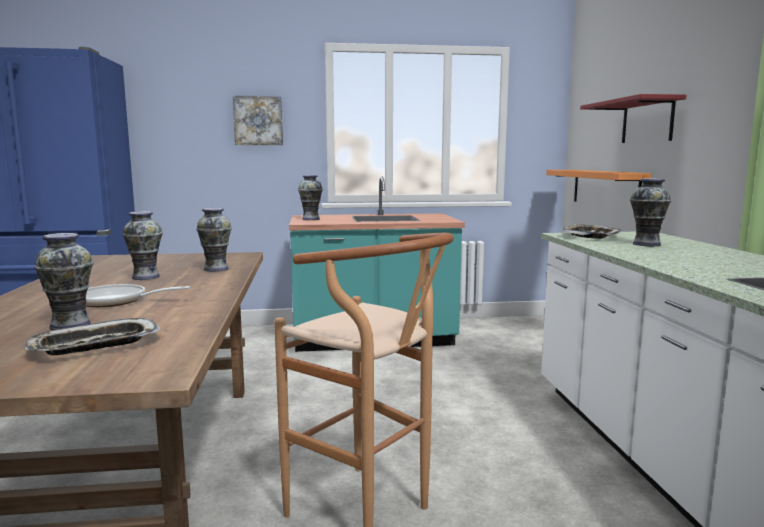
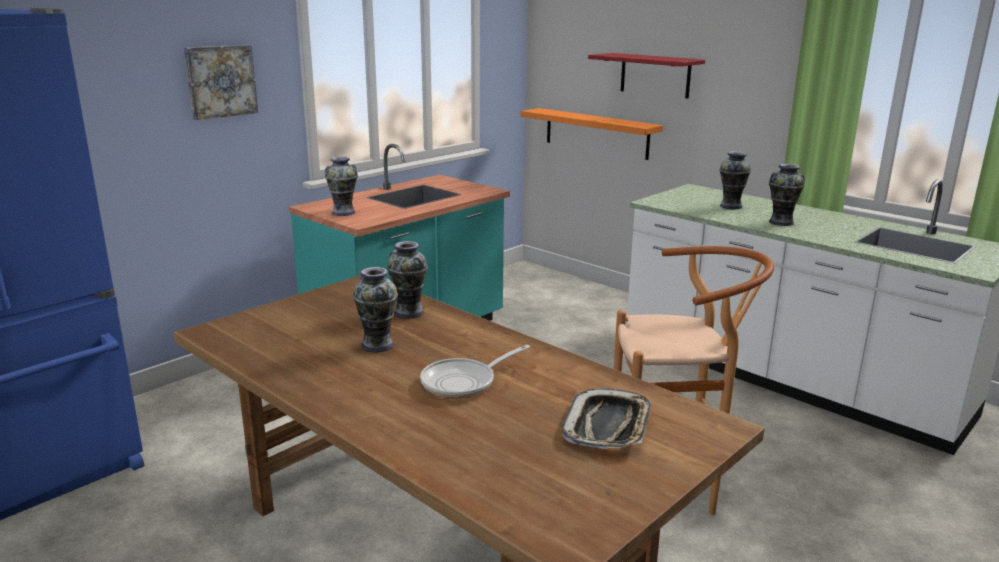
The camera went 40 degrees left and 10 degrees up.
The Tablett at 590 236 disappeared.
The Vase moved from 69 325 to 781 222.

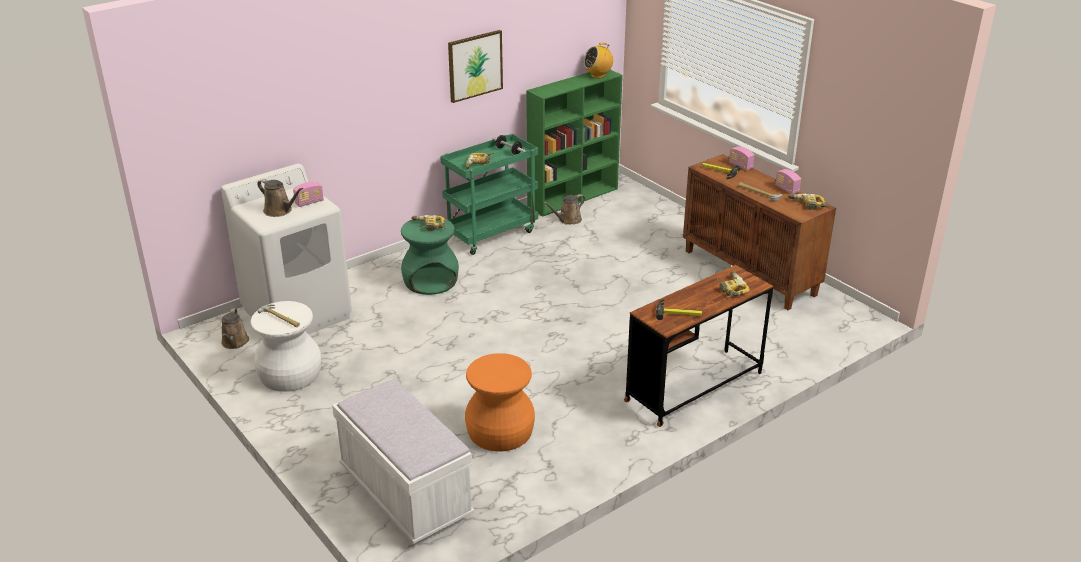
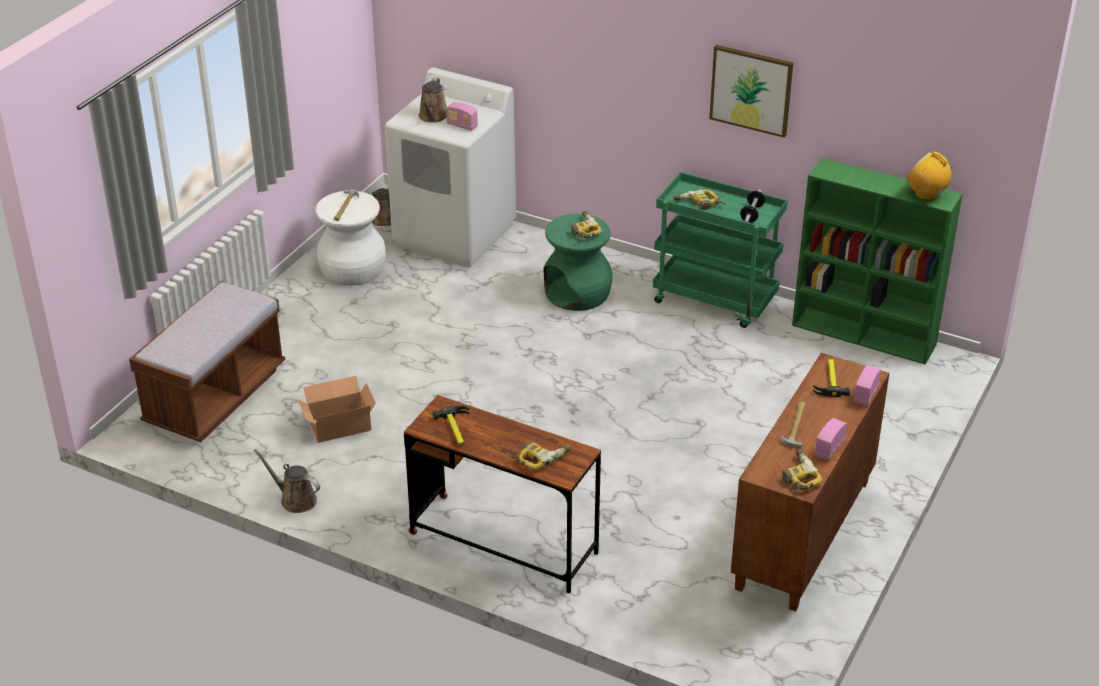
The camera went 65 degrees right and 5 degrees up.
The Gießkanne/braun moved from 568 220 to 295 499.
The Hocker/orange at 499 432 was replaced by the Karton at 338 424.
The Bank/weiß at 405 494 became the Bank/braun at 215 397.

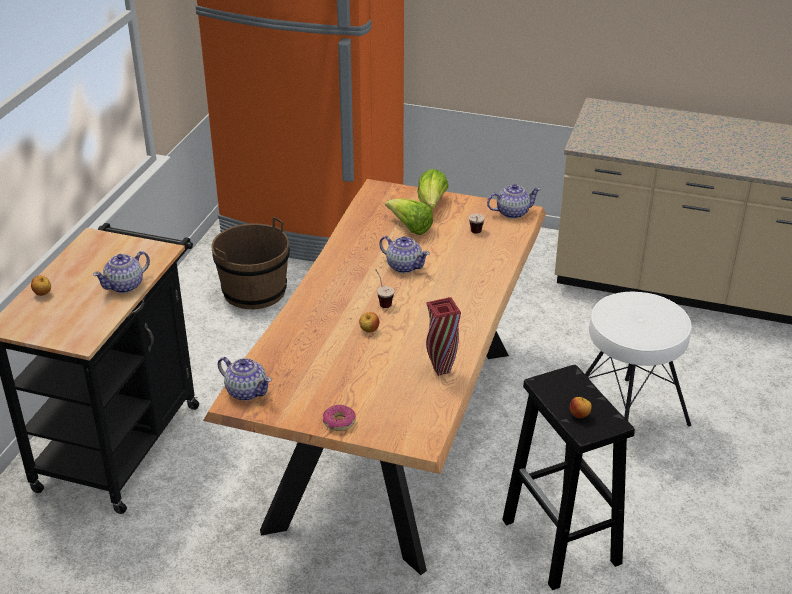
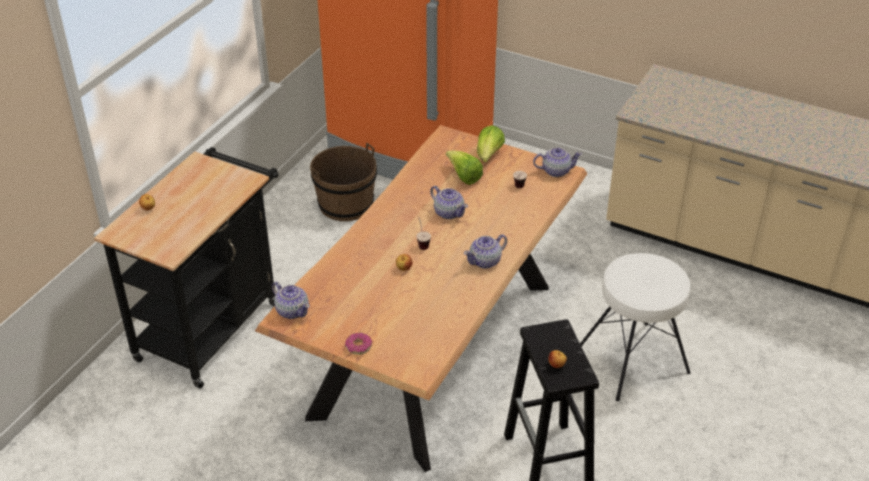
The camera went 10 degrees right and 5 degrees up.
The Teekanne moved from 125 286 to 485 261.
The Vase/rot at 441 370 disappeared.

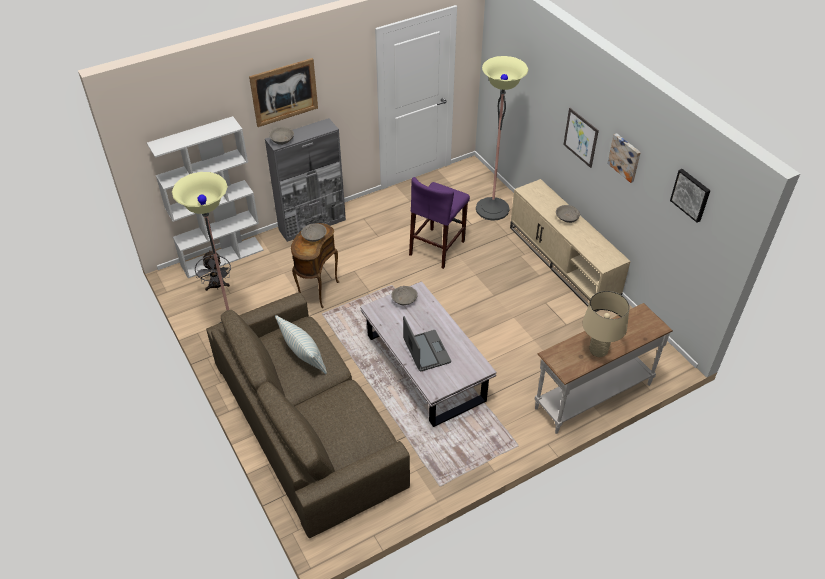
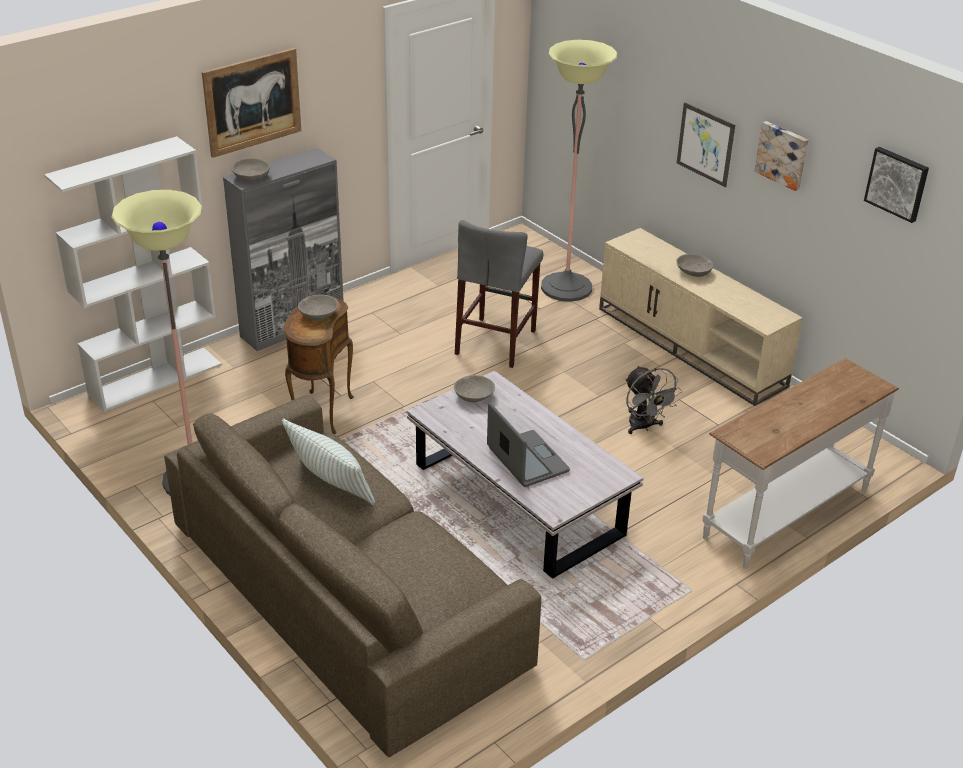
The camera went 10 degrees left and 10 degrees down.
The Hocker/lila at 437 248 became the Hocker/grau at 496 342.
The Ventilator/grau moved from 217 286 to 644 427.
The Tischlampe/beige at 598 350 disappeared.

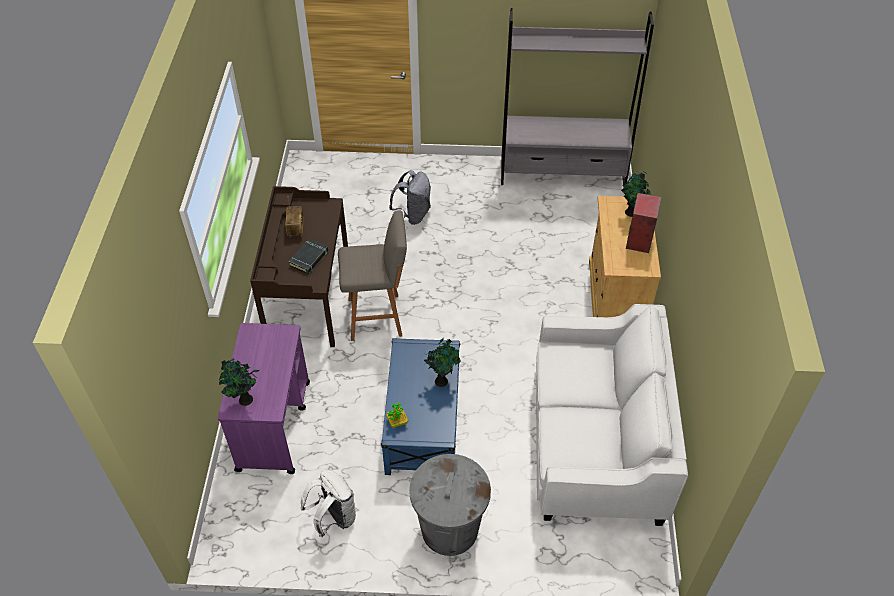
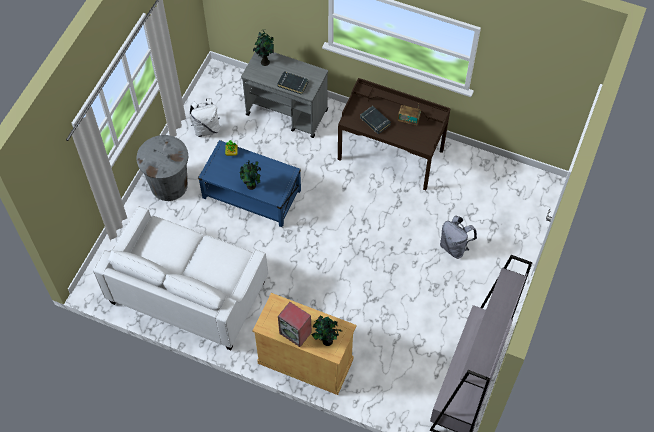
The camera went 110 degrees right and 10 degrees up.
The Hocker/grau at 377 317 disappeared.
The Rollwagen/lila at 274 424 became the Rollwagen/grau at 287 113.
The Buch/schwarz at 293 84 appeared.

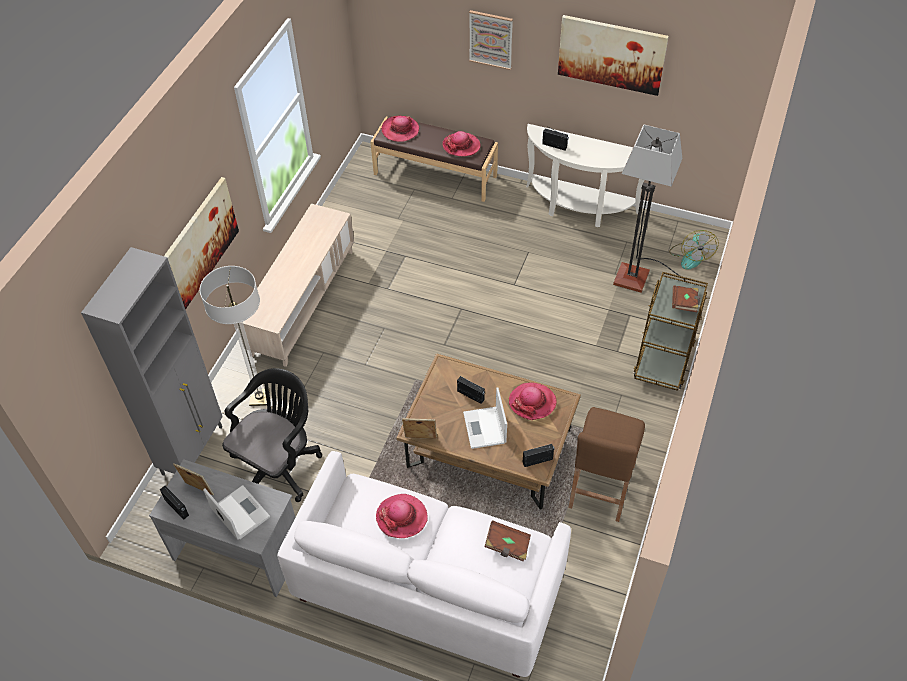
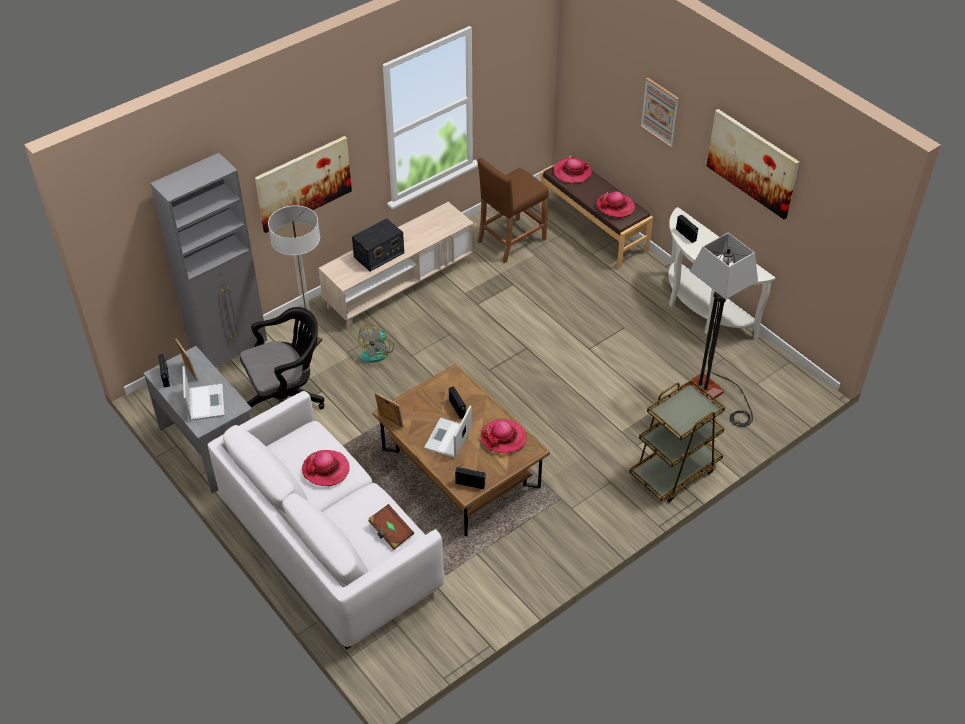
The camera went 30 degrees right and 5 degrees down.
The Ventilator moved from 690 256 to 377 352.
The Buch/braun at 684 304 disappeared.
The Hocker/braun moved from 601 486 to 511 240.
The Radio at 378 255 appeared.

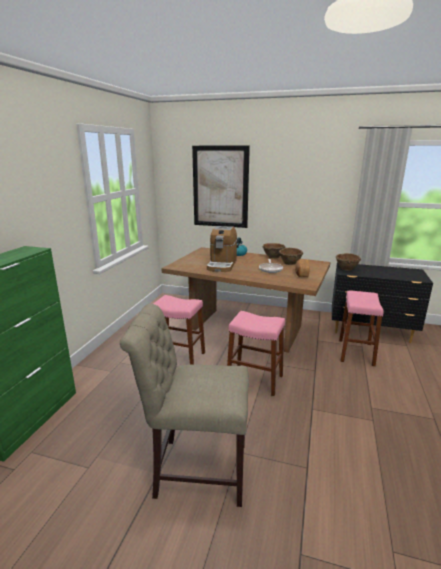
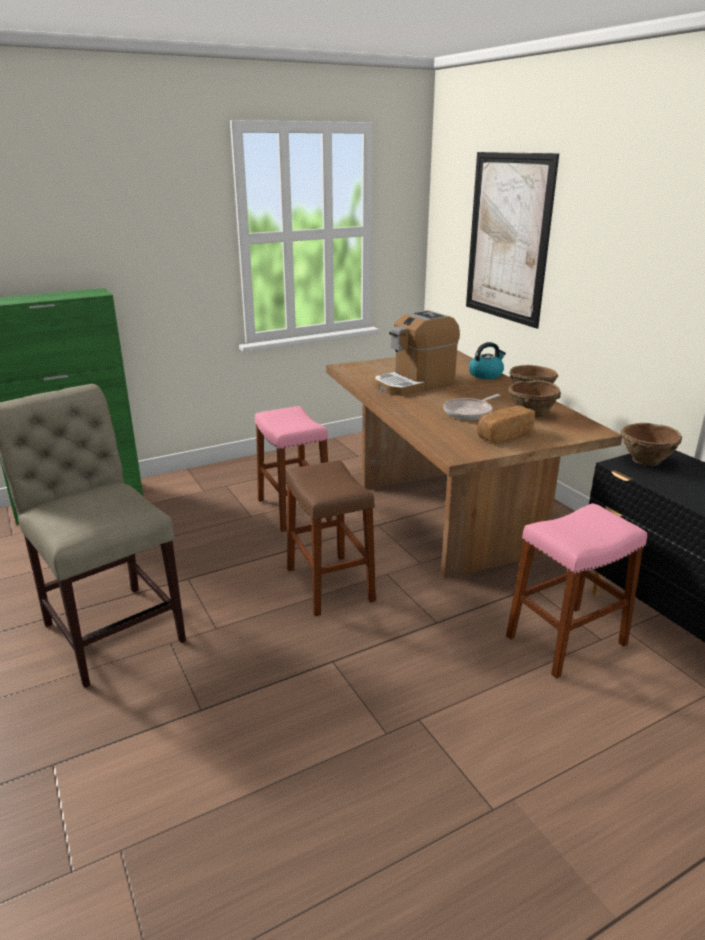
The camera went 45 degrees right and 5 degrees up.
The Hocker/rosa at 254 379 became the Hocker/braun at 329 584.

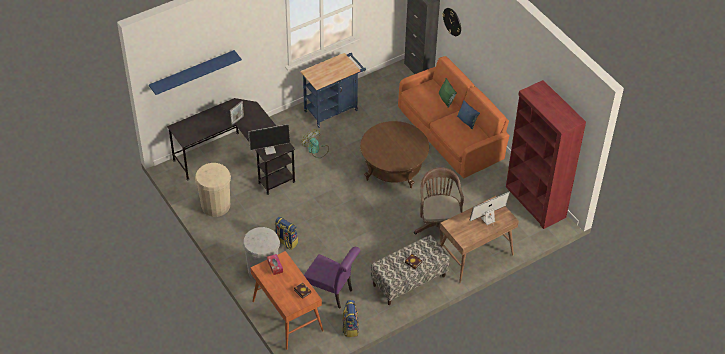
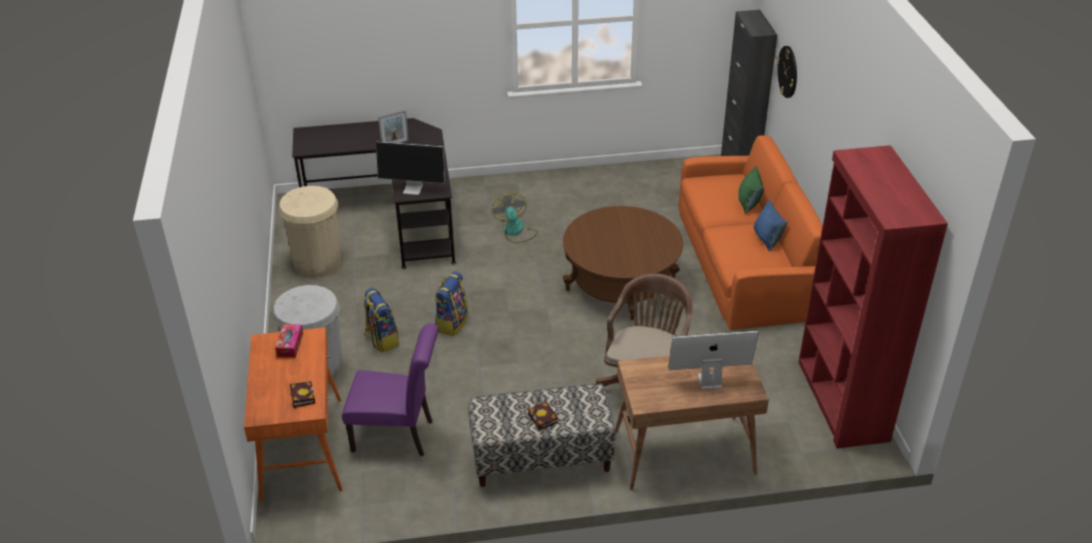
The camera went 25 degrees right and 10 degrees down.
The Wandregal/blau at 192 73 disappeared.
The Rollwagen/blau at 333 109 disappeared.
The Stuhl/lila at 331 293 turned 45 degrees counterclockwise.
The Rucksack moved from 350 327 to 451 323.

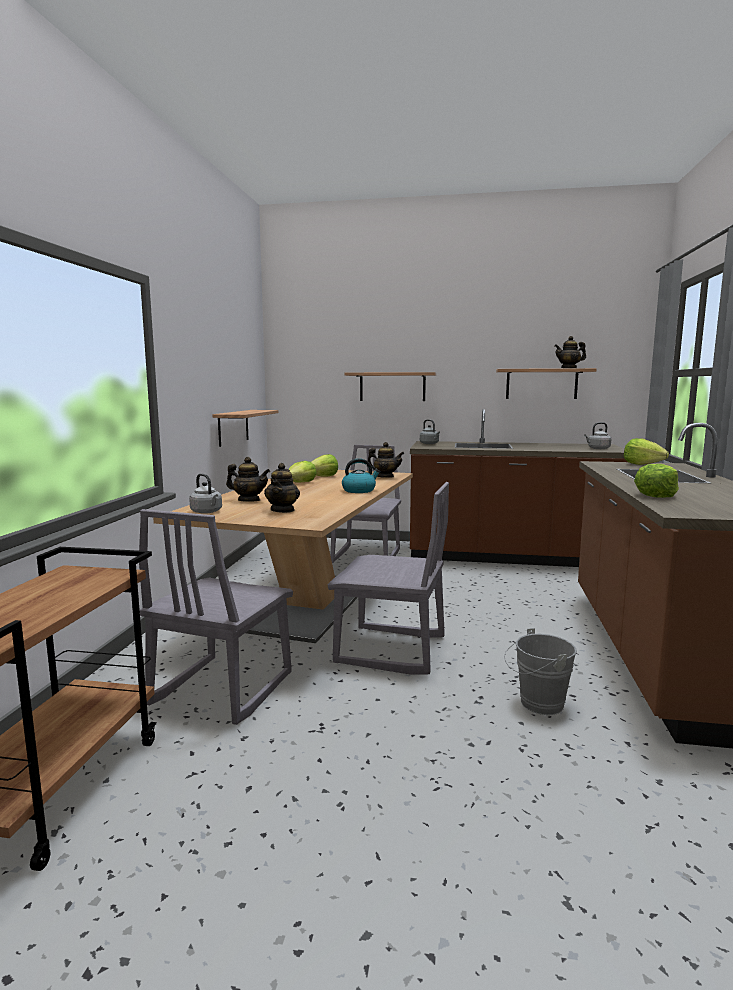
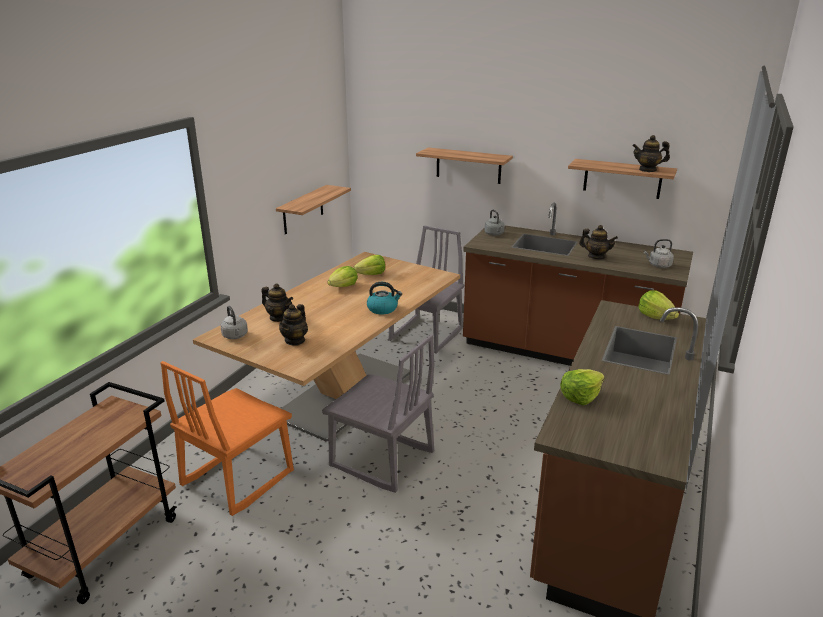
The camera went 15 degrees right and 15 degrees up.
The Teekanne moved from 385 477 to 596 257.
The Stuhl/grau at 221 689 became the Stuhl/orange at 237 478.
The Eimer/grau at 537 704 disappeared.

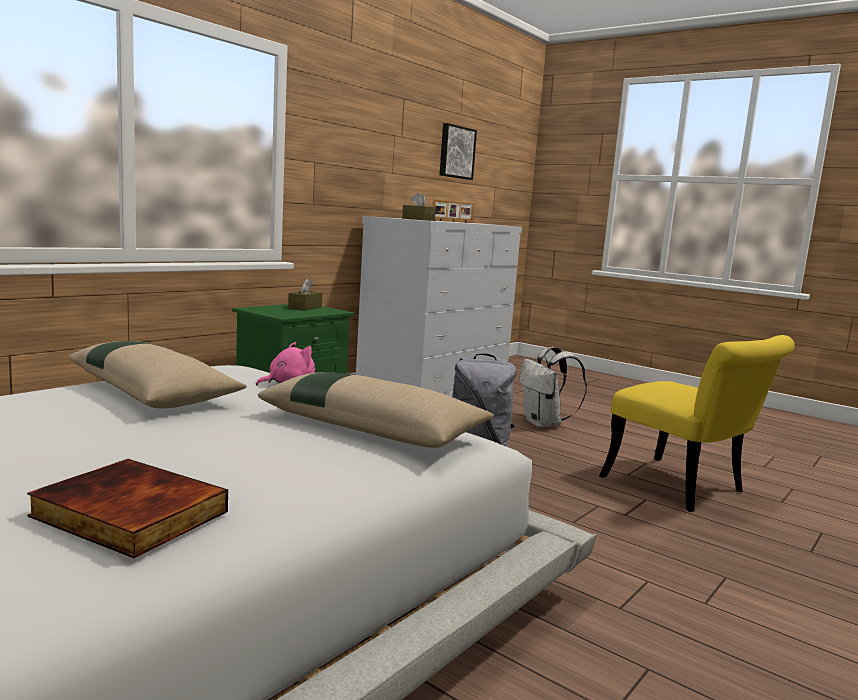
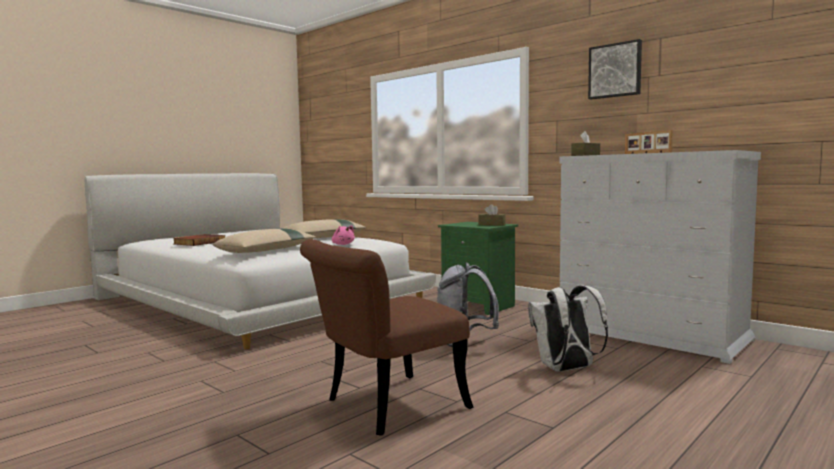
The camera went 95 degrees right and 5 degrees down.
The Bild moved from 456 152 to 615 70.
The Stuhl/gelb at 685 489 became the Stuhl/braun at 384 407.

